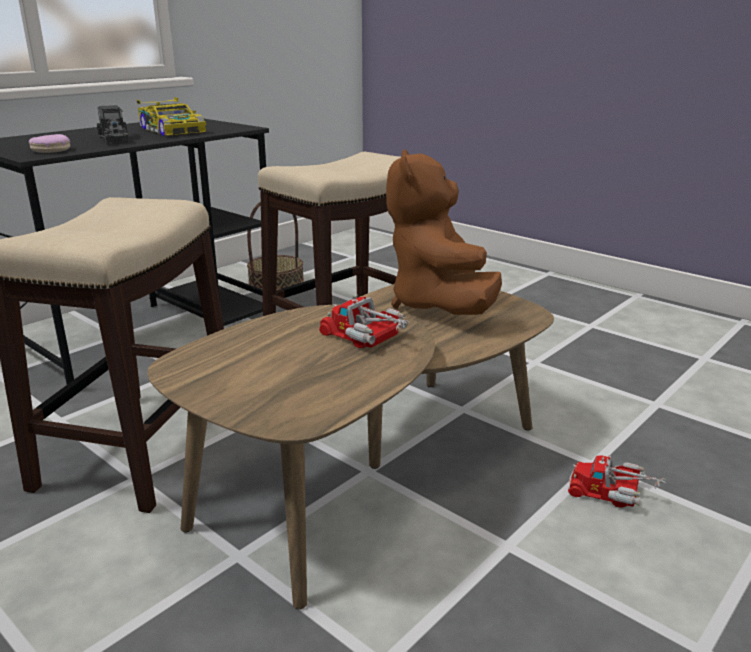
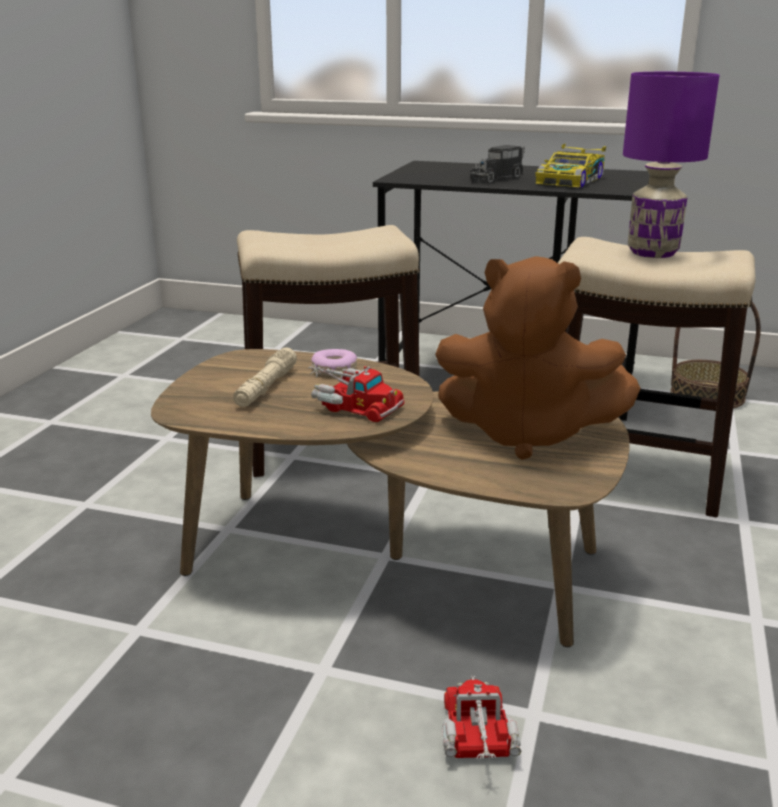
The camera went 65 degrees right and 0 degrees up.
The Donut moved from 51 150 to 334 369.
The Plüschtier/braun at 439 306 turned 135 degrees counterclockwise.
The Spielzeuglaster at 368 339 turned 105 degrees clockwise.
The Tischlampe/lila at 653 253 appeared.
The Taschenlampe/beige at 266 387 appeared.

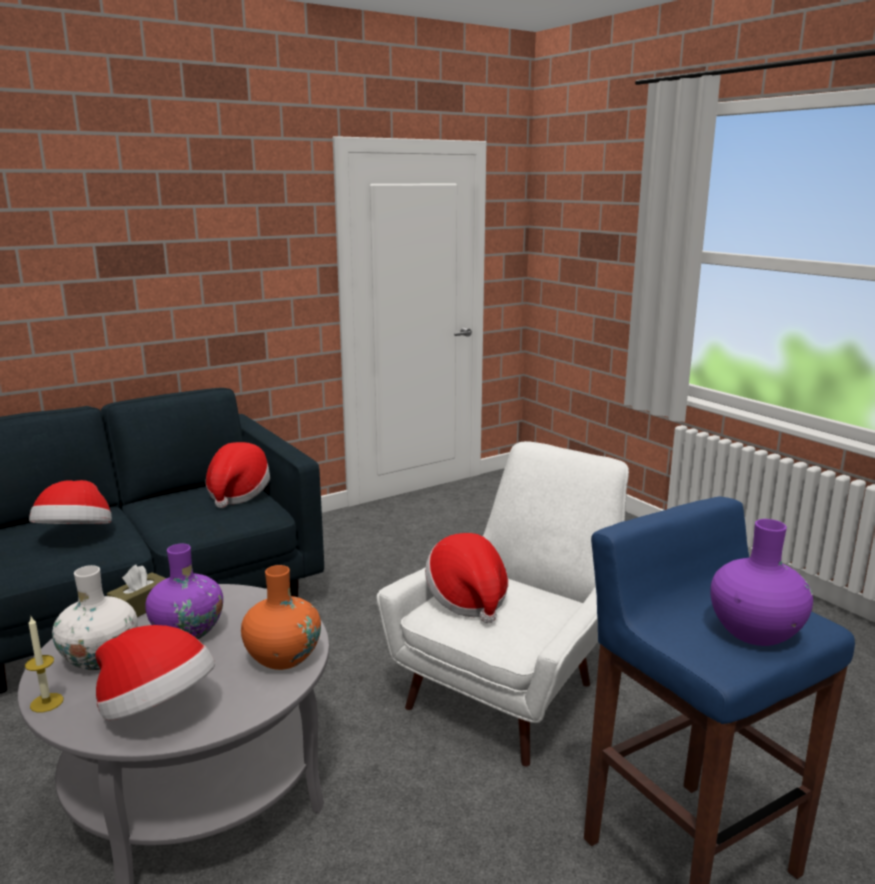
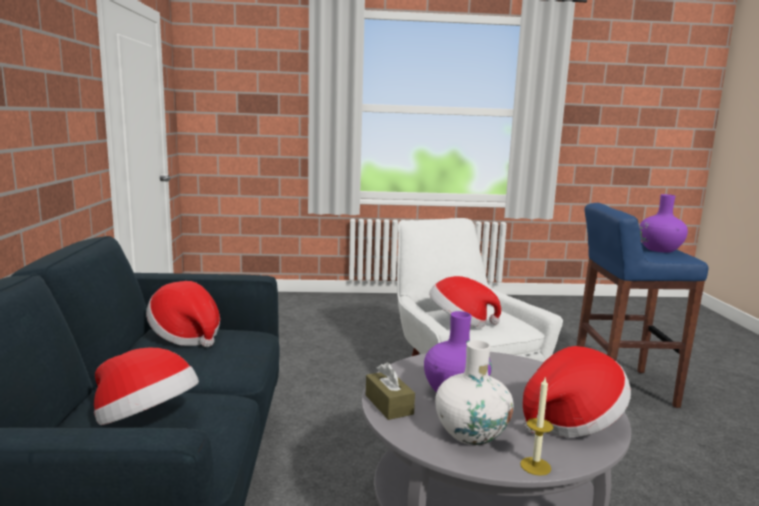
The camera went 60 degrees left and 5 degrees down.
The Vase/orange at 283 657 disappeared.

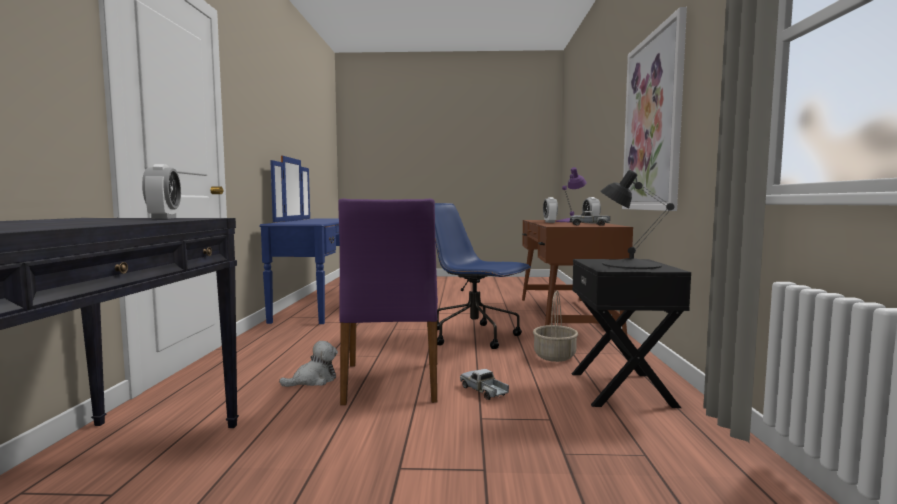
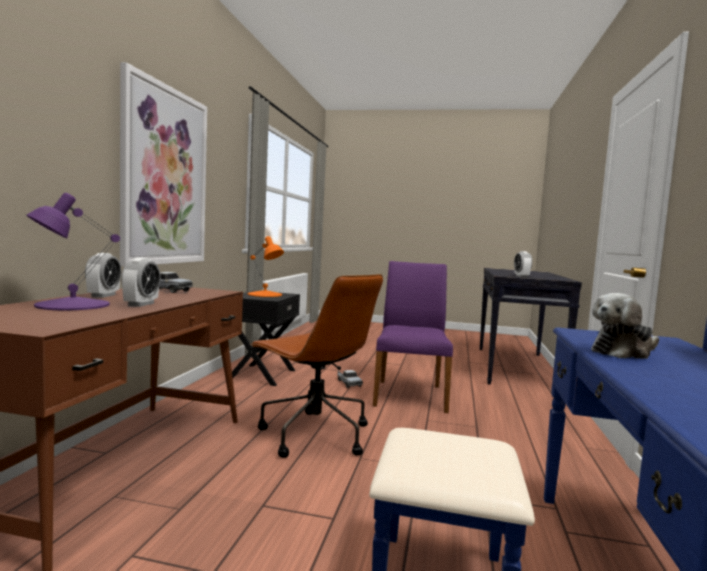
The camera went 170 degrees left and 0 degrees up.
The Tischlampe/schwarz at 630 265 became the Tischlampe/orange at 265 294.
The Bürostuhl/blau at 475 336 became the Bürostuhl/braun at 313 434.
The Korb at 555 356 disappeared.
The Plüschtier moved from 313 380 to 623 352.

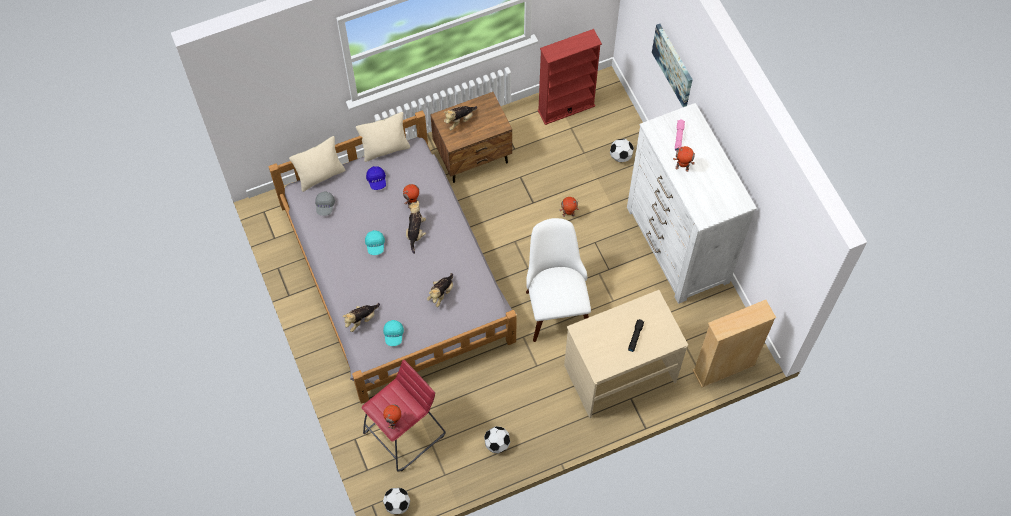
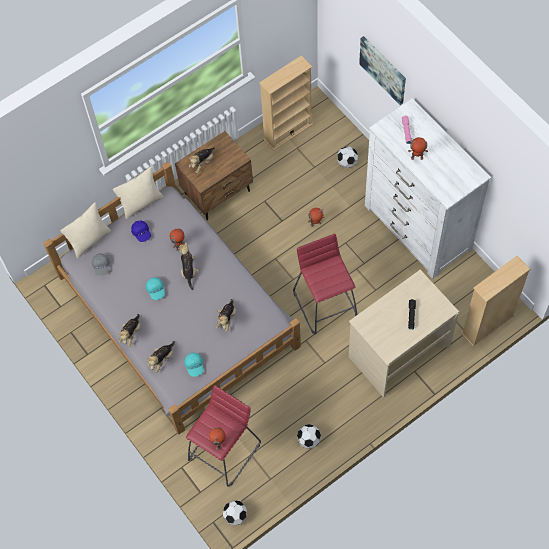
The camera went 10 degrees left and 0 degrees up.
The Bücherregal/rot at 566 108 became the Bücherregal/beige at 288 132.
The Stuhl/weiß at 555 303 was replaced by the Hocker/rot at 326 303.
The Plüschtier at 131 333 appeared.

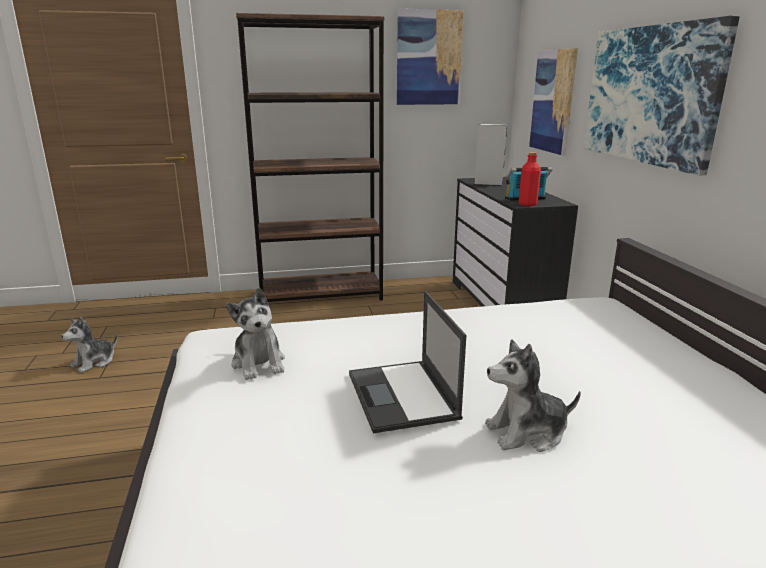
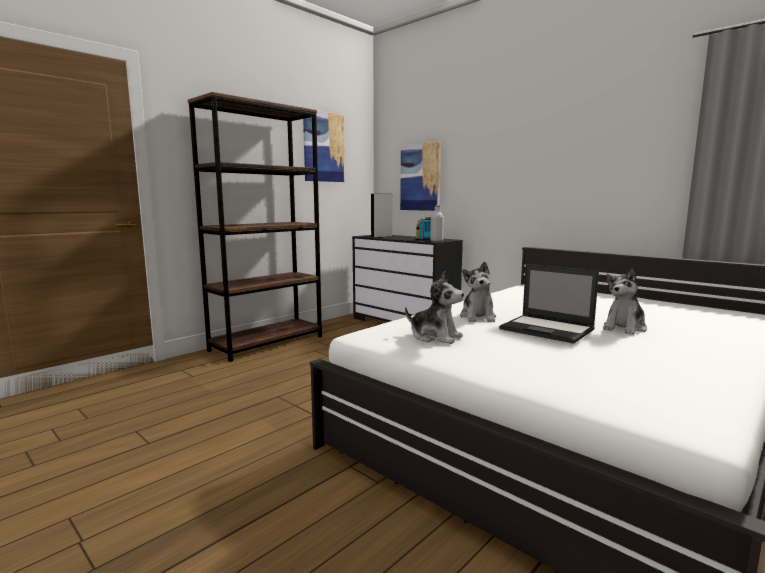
The camera went 35 degrees left and 10 degrees down.
The Bild at 650 95 disappeared.
The Flasche/rot at 527 204 became the Flasche/grau at 436 241.
The Plüschtier moved from 94 362 to 478 317.

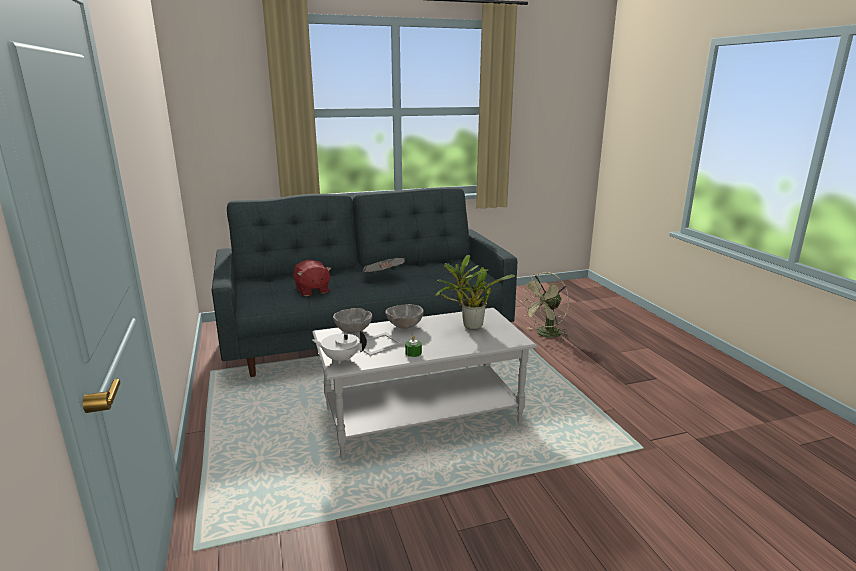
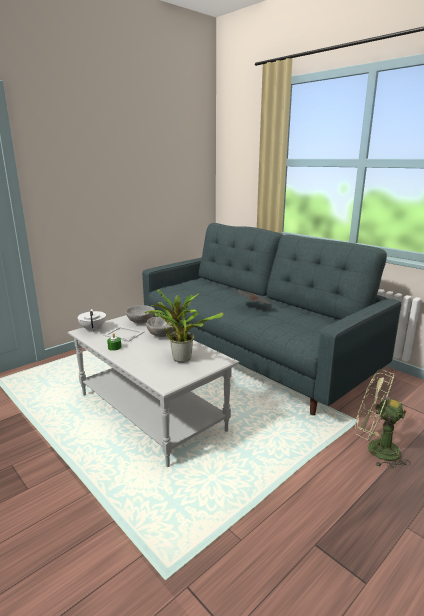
The camera went 65 degrees right and 0 degrees up.
The Plüschtier/rot at 312 290 disappeared.

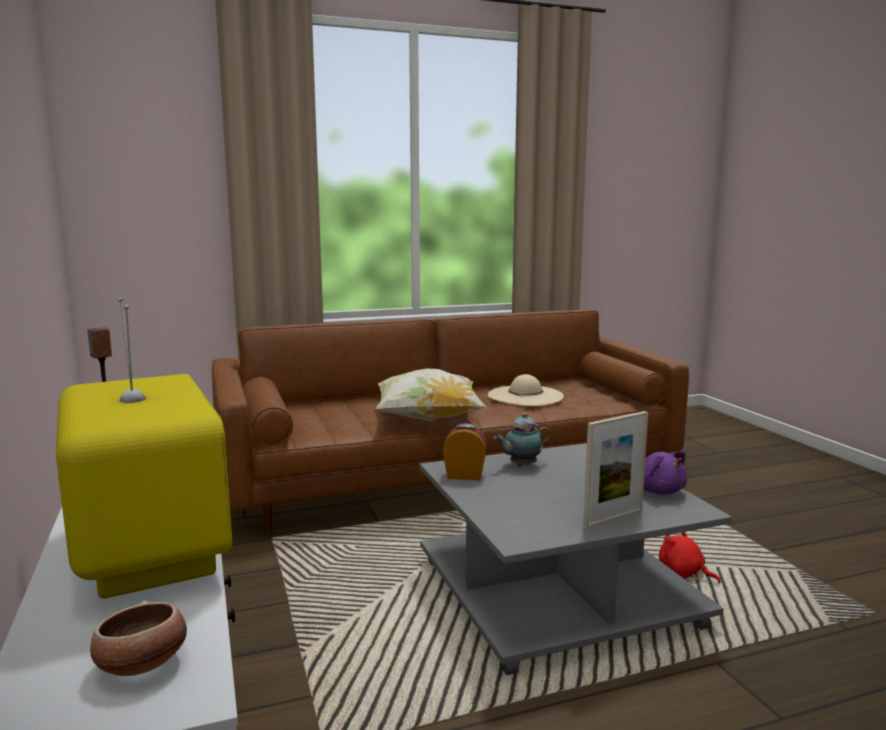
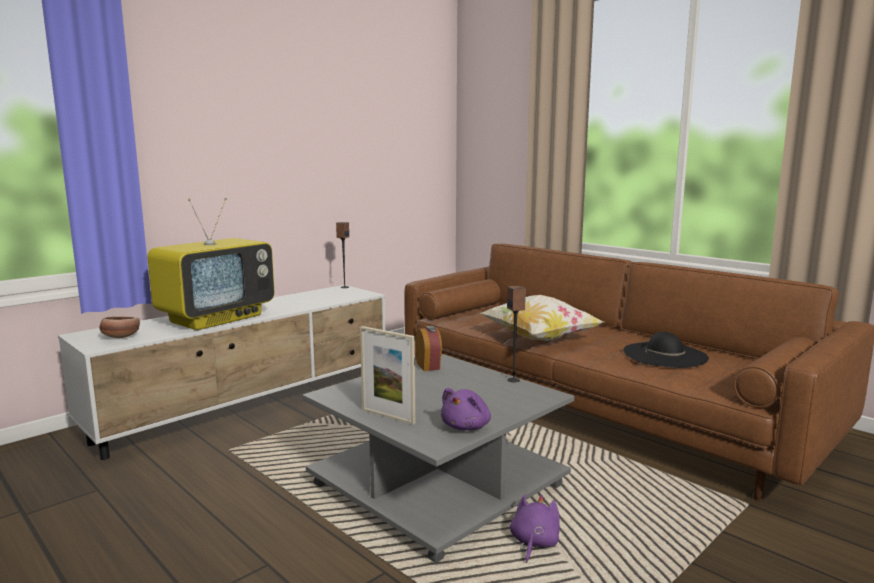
The camera went 65 degrees right and 0 degrees up.
The Hut/beige at 525 396 became the Hut/schwarz at 665 355.
The Teekanne at 521 465 disappeared.
The Plüschtier/rot at 683 573 became the Plüschtier/lila at 533 543.
The Lautsprecher at 514 380 appeared.

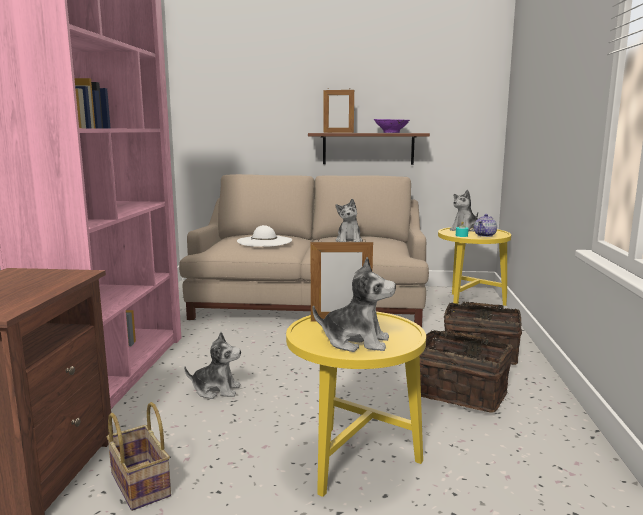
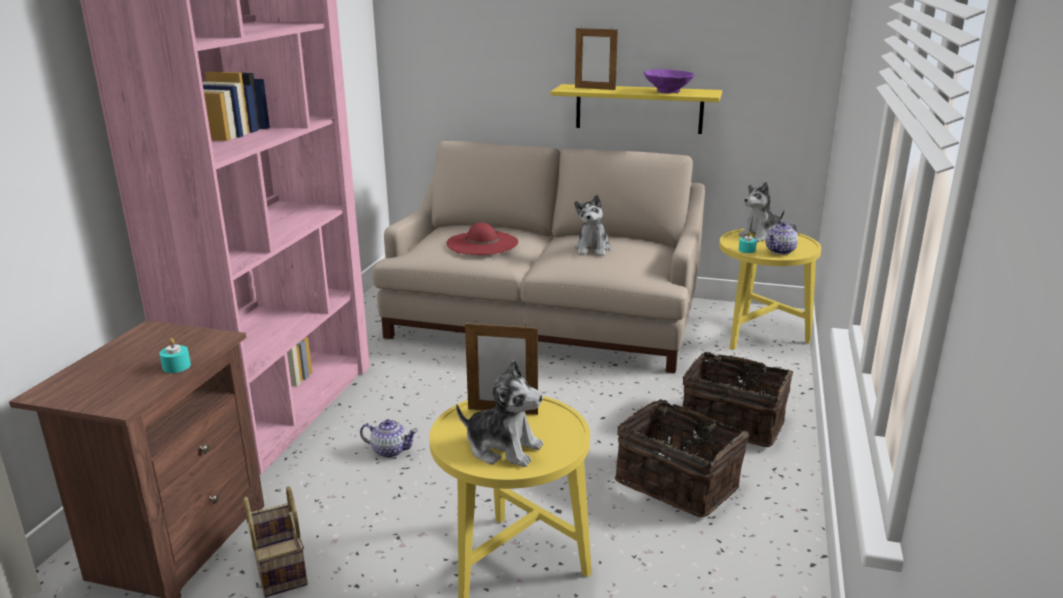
The camera went 10 degrees right and 10 degrees up.
The Wandregal/braun at 368 148 became the Wandregal/gelb at 639 108.
The Hut/weiß at 264 241 became the Hut/rot at 482 243.
The Plüschtier at 216 390 was replaced by the Teekanne at 390 450.
The Kerze/türkis at 176 366 appeared.

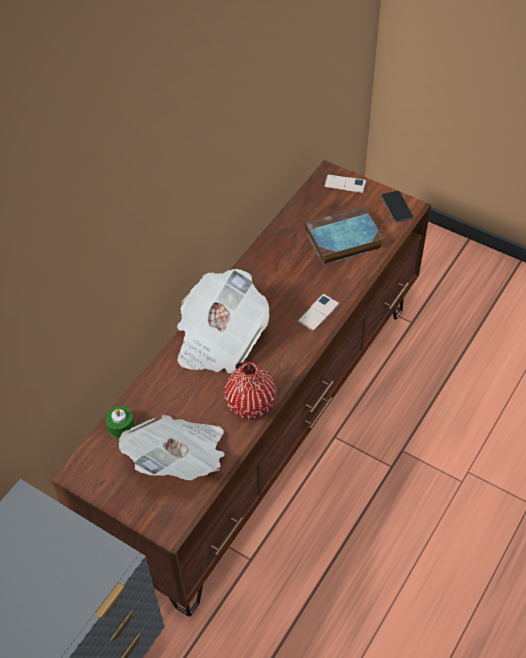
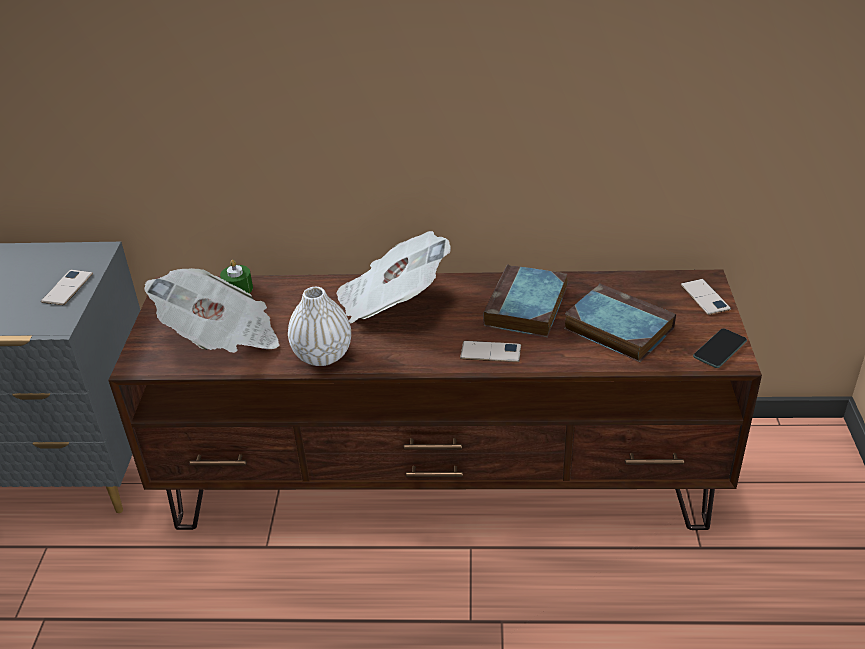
The camera went 60 degrees right and 15 degrees down.
The Vase/rot at 250 405 became the Vase/weiß at 322 355.
The Buch at 526 308 appeared.
The Handy at 67 288 appeared.

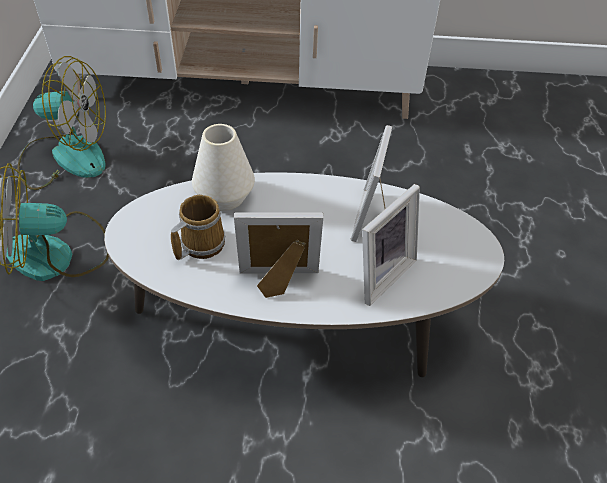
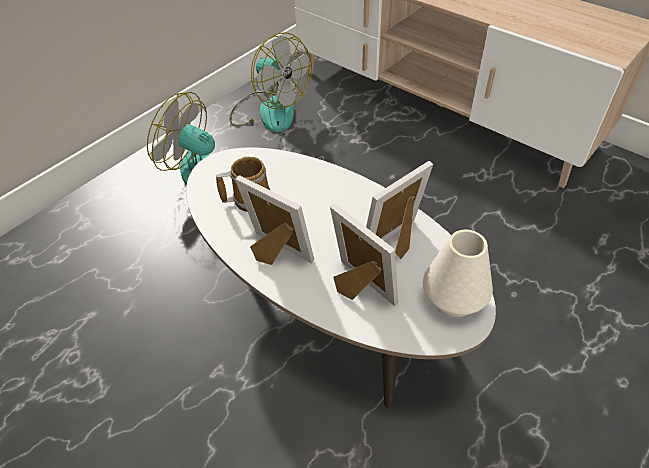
The camera went 40 degrees right and 0 degrees up.
The Vase/weiß moved from 224 197 to 453 299.
The Bilderrahmen at 379 273 turned 120 degrees counterclockwise.

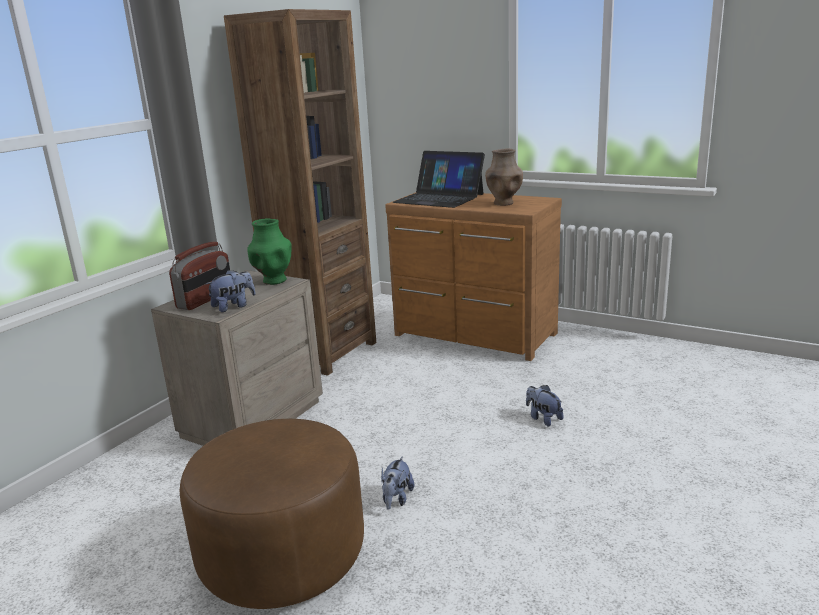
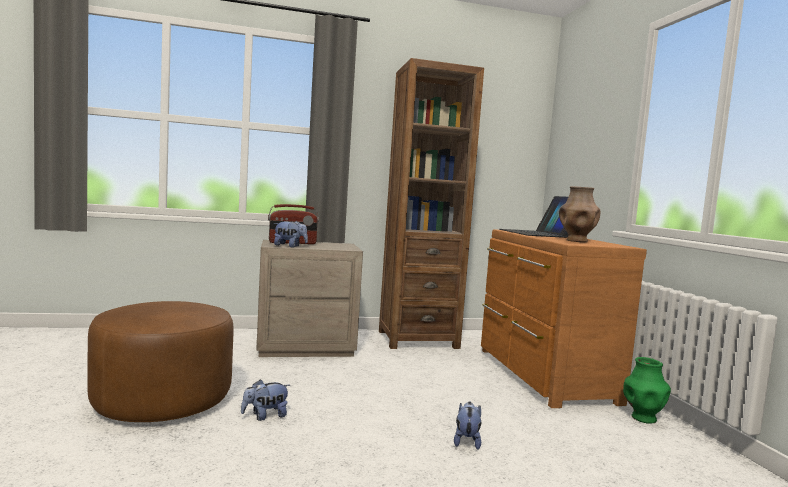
The camera went 45 degrees right and 15 degrees down.
The Vase/grün moved from 274 281 to 642 418.

